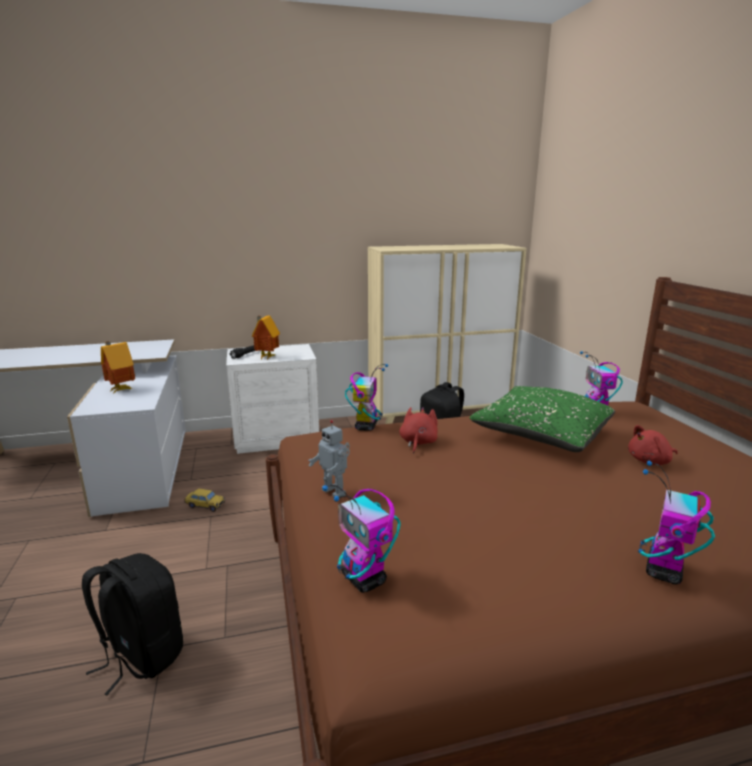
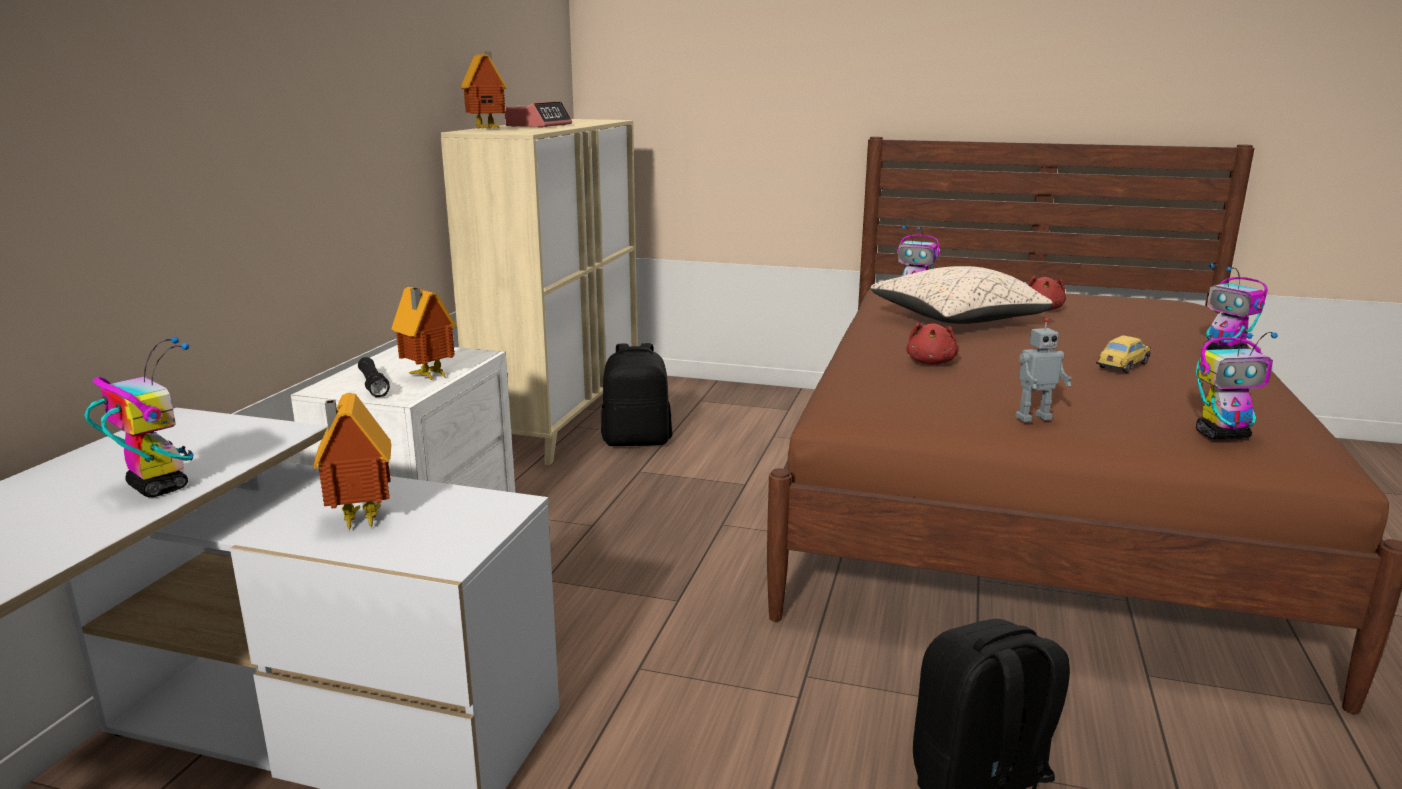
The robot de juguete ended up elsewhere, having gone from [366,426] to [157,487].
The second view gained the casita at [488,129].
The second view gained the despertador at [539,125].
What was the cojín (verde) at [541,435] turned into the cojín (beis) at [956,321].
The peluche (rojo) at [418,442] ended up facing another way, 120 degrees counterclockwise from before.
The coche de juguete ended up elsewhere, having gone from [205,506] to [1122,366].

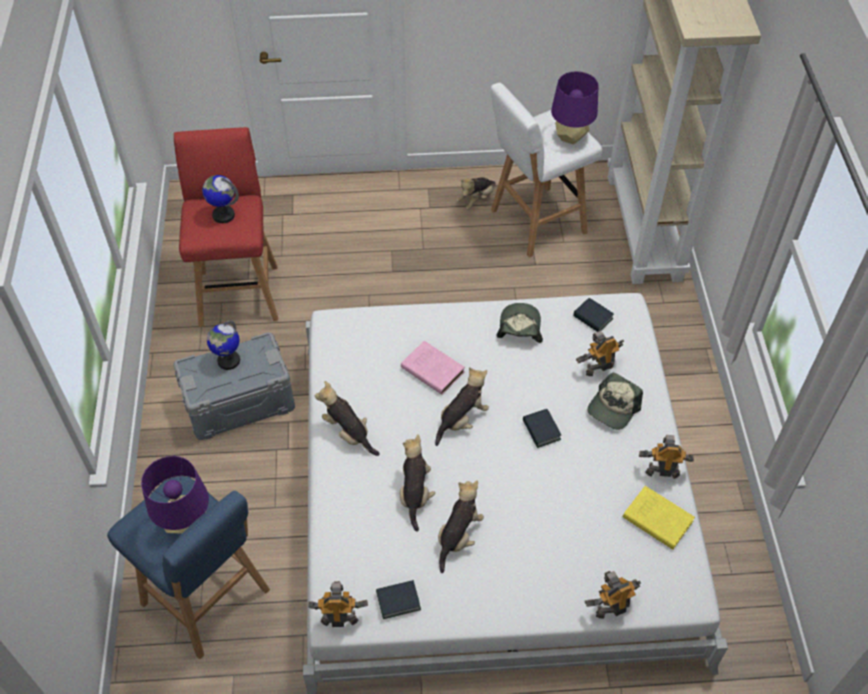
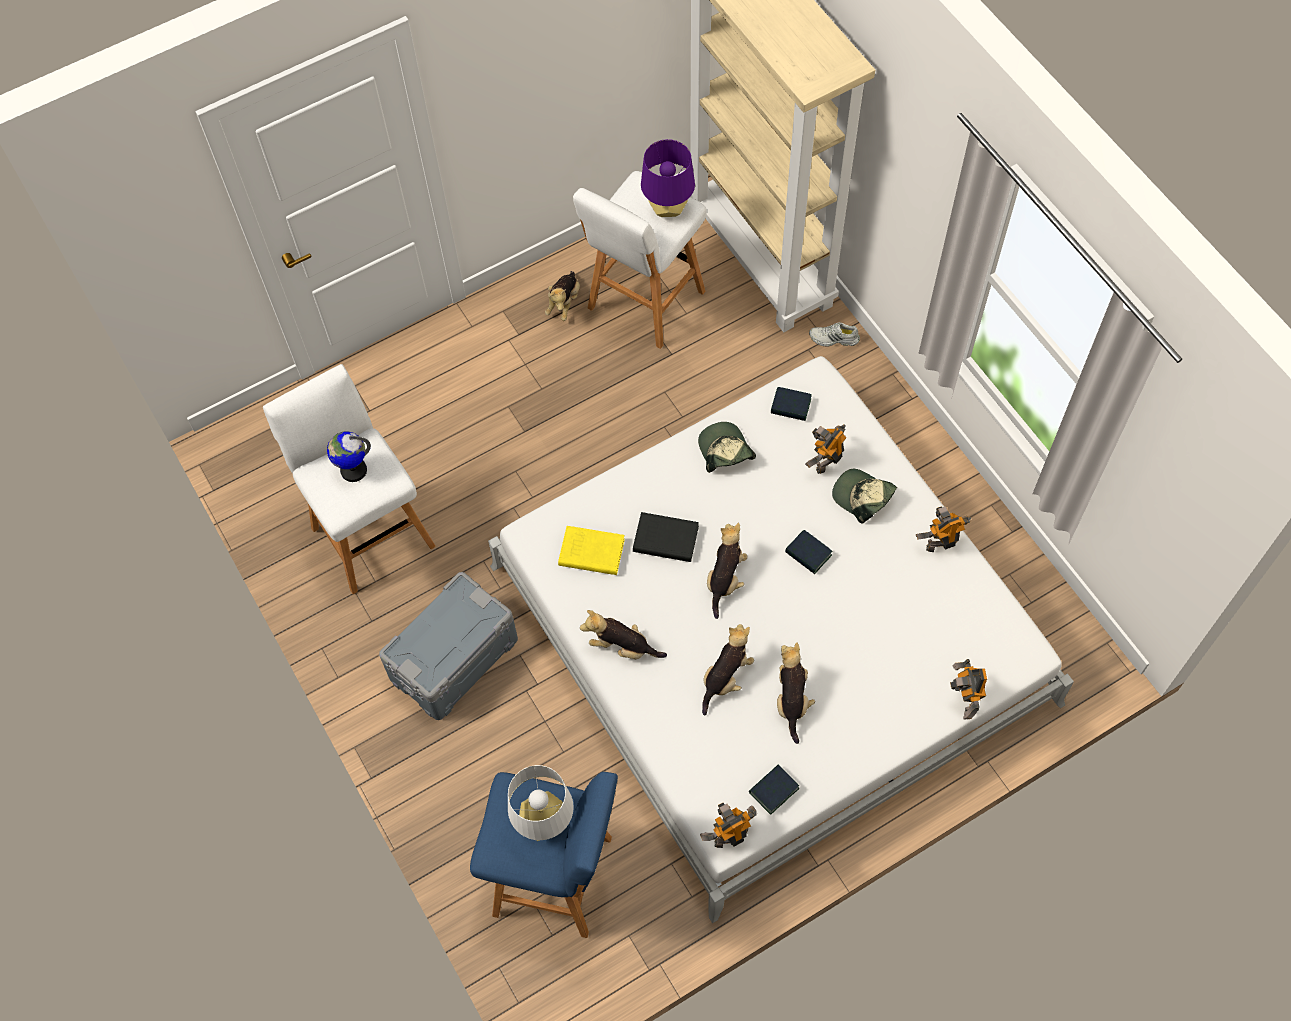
What was the taburete (rojo) at [239,292] turned into the taburete (blanco) at [371,533].
What was the lámpara de mesa (morado) at [186,523] turned into the lámpara de mesa (blanco) at [544,821].
The libro (amarillo) ended up elsewhere, having gone from [656,518] to [589,552].
What was the libro (rosa) at [431,369] turned into the libro (negro) at [664,539].
The peluche at [415,493] ended up facing another way, 60 degrees clockwise from before.
The second view gained the zapato (blanco) at [833,339].
The gorra at [613,408] ended up facing another way, 120 degrees clockwise from before.
The robot de juguete at [610,608] ended up facing another way, 45 degrees counterclockwise from before.
The second view lost the globo terráqueo at [228,361].

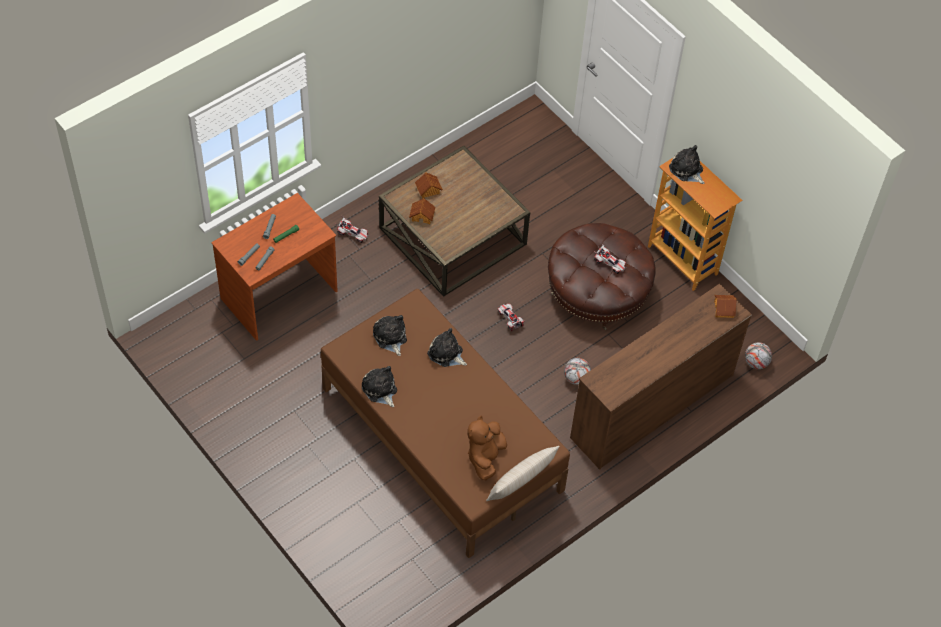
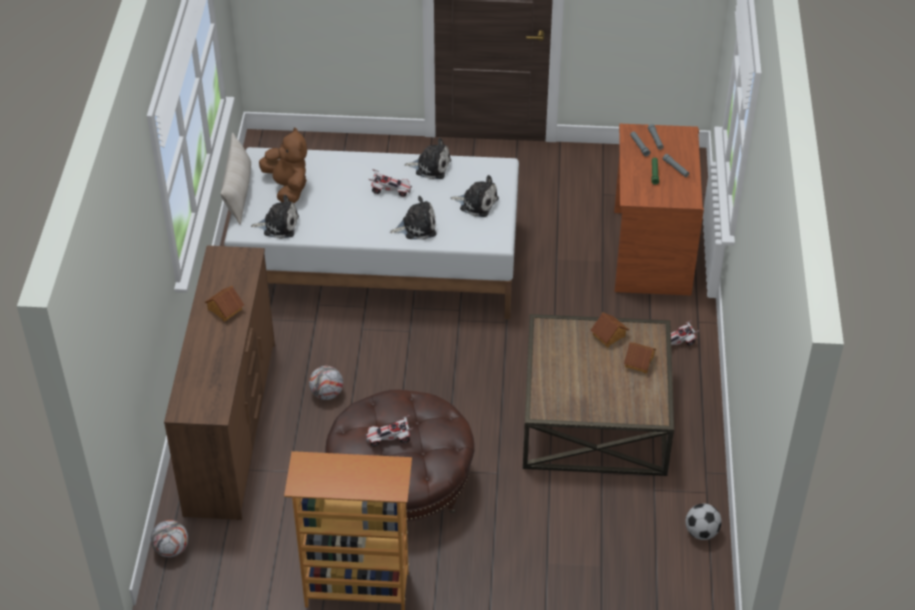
The casita ended up elsewhere, having gone from [724,309] to [224,309].
What was the cama (marrón) at [441,440] turned into the cama (blanco) at [377,262].
The peluche ended up elsewhere, having gone from [687,170] to [278,225].
The coche de juguete ended up elsewhere, having gone from [510,319] to [390,190].
The second view gained the balón de fútbol at [701,532].

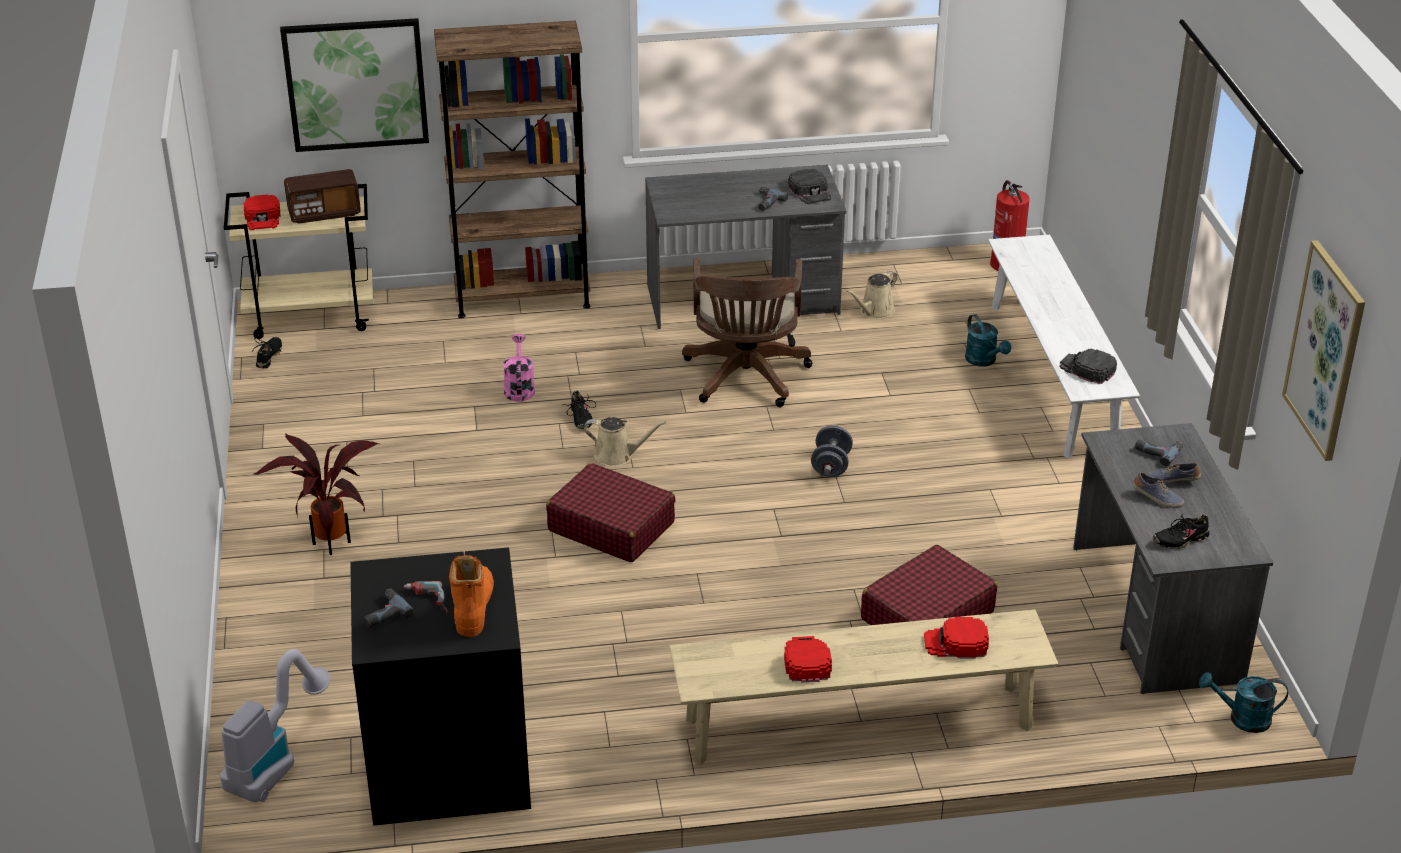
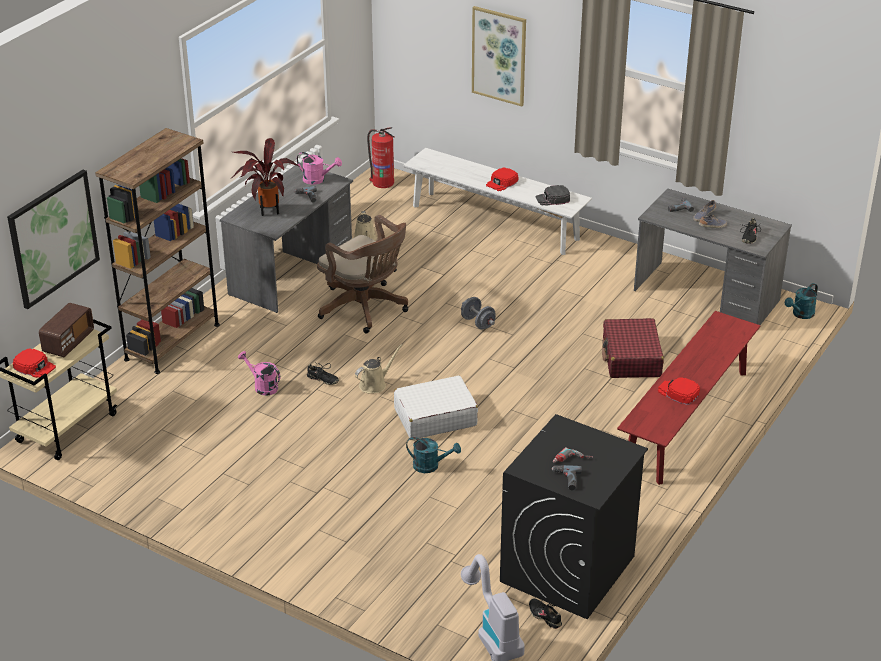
The planta en maceta ended up elsewhere, having gone from [330,540] to [267,210].
Where the gorra (negro) stood at [810,191], the regadera (rosa) came to stand at [318,180].
What was the maleta (rojo) at [611,526] turned into the maleta (blanco) at [435,417].
The regadera (turquesa) ended up elsewhere, having gone from [984,361] to [430,466].
The cuadro ended up elsewhere, having gone from [1326,350] to [499,55].
The gorra (rojo) ended up elsewhere, having gone from [956,643] to [502,182].
The zapato (negro) ended up elsewhere, having gone from [269,357] to [545,616].
What was the banco (beis) at [858,724] turned into the banco (rojo) at [686,420].
The second view lost the bota (naranja) at [473,607].

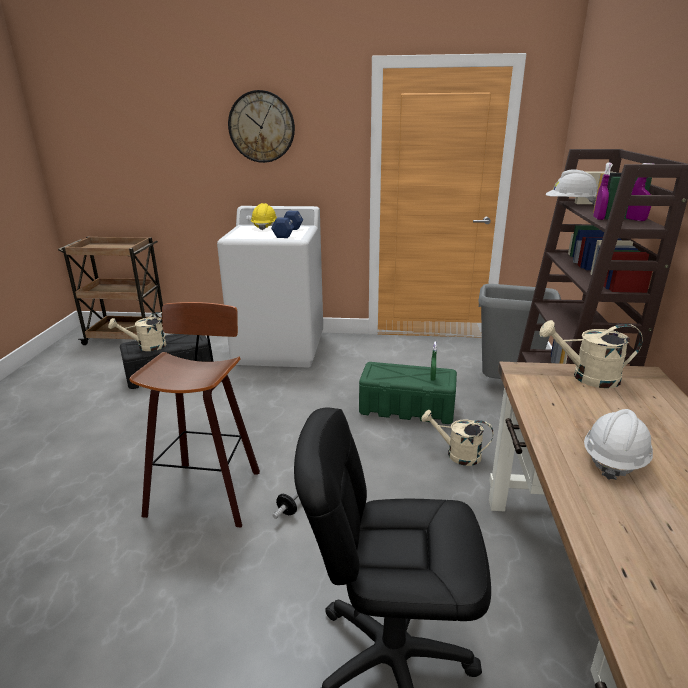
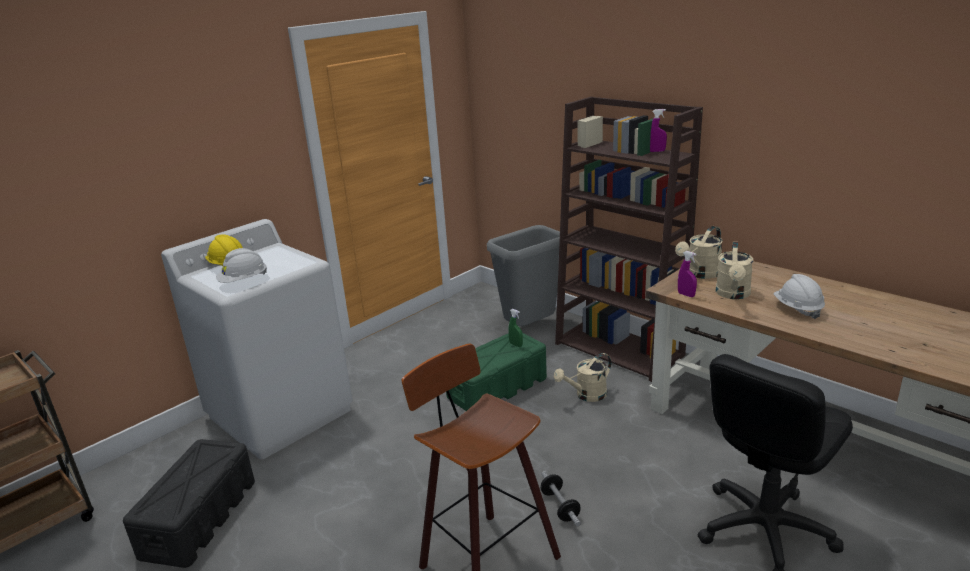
The casco (blanco) ended up elsewhere, having gone from [570,204] to [244,281].
The pulverizador (morado) ended up elsewhere, having gone from [598,218] to [686,295].
The regadera (beis) ended up elsewhere, having gone from [147,347] to [733,295].
The second view lost the reloj de pared at [261,127].
The second view lost the mancuerna (azul) at [288,232].

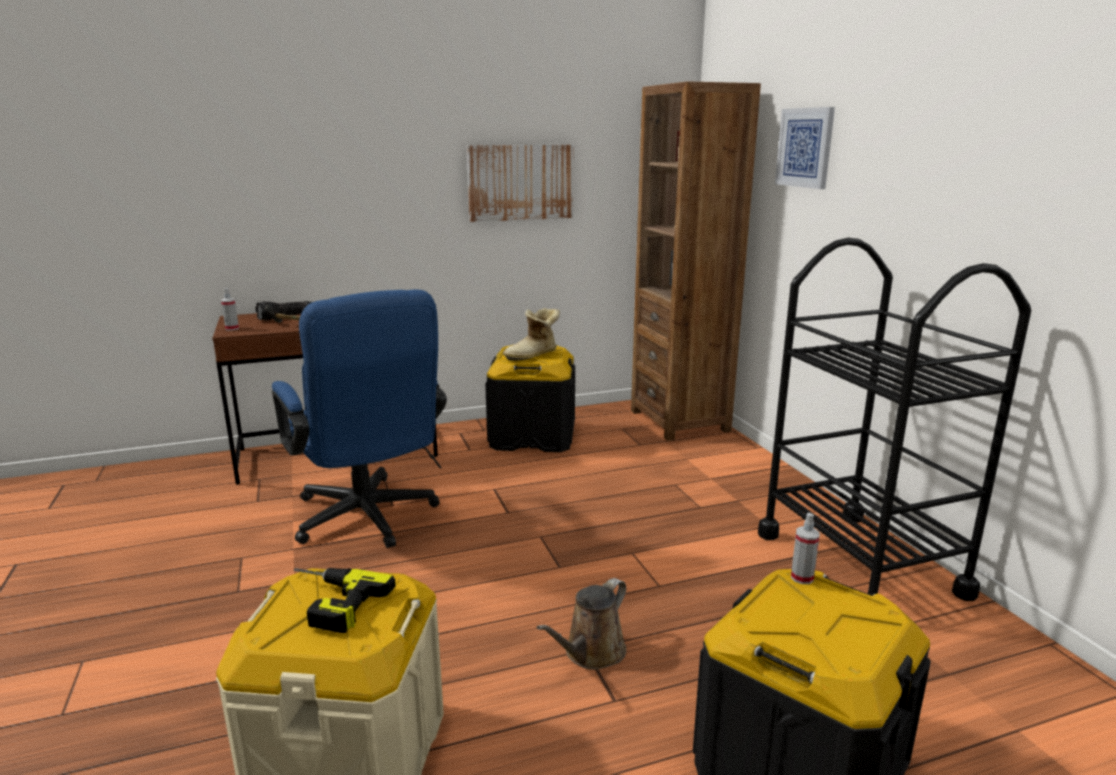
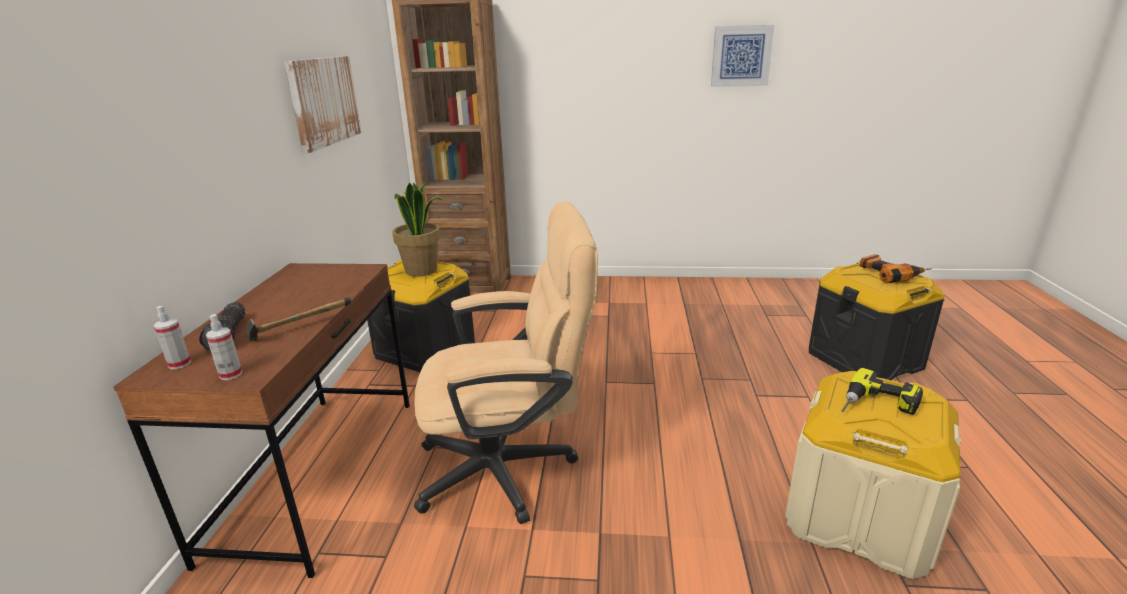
The pulverizador ended up elsewhere, having gone from [802,578] to [179,364].
Where the bota stood at [533,355], the planta en maceta came to stand at [422,270].
What was the silla de oficina (azul) at [369,520] turned into the silla de oficina (beis) at [511,468].
The cuadro ended up elsewhere, having gone from [805,147] to [741,56].
The second view gained the taladro at [889,274].
The second view lost the regadera (marrón) at [591,653].
The second view lost the carrito (negro) at [859,563].

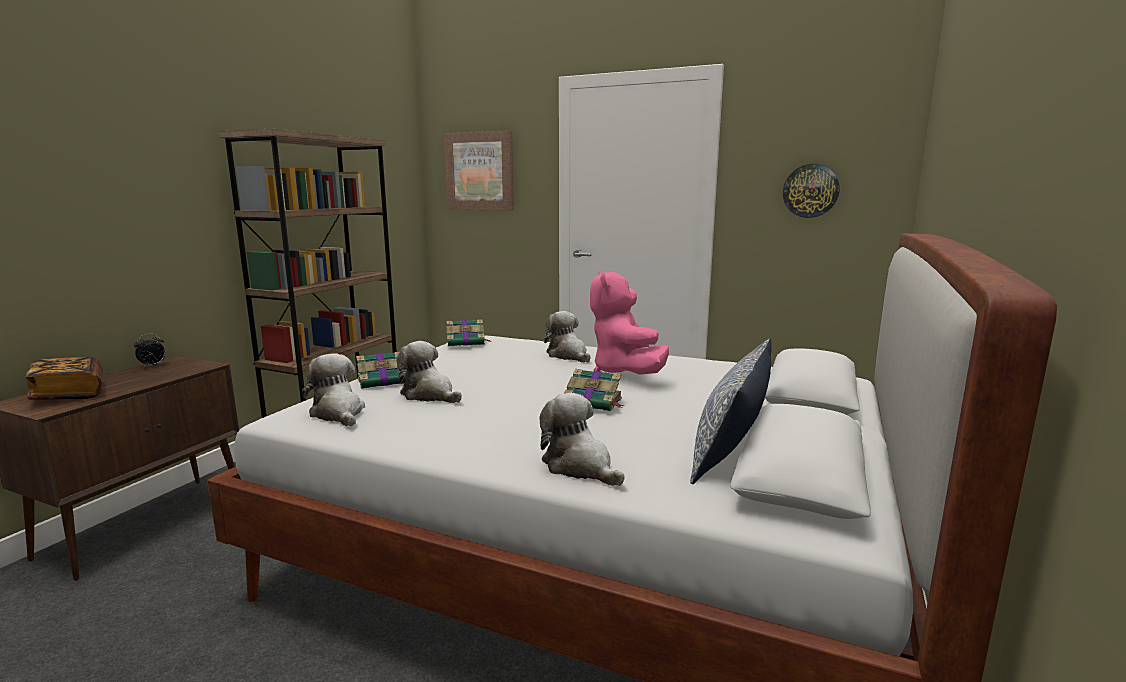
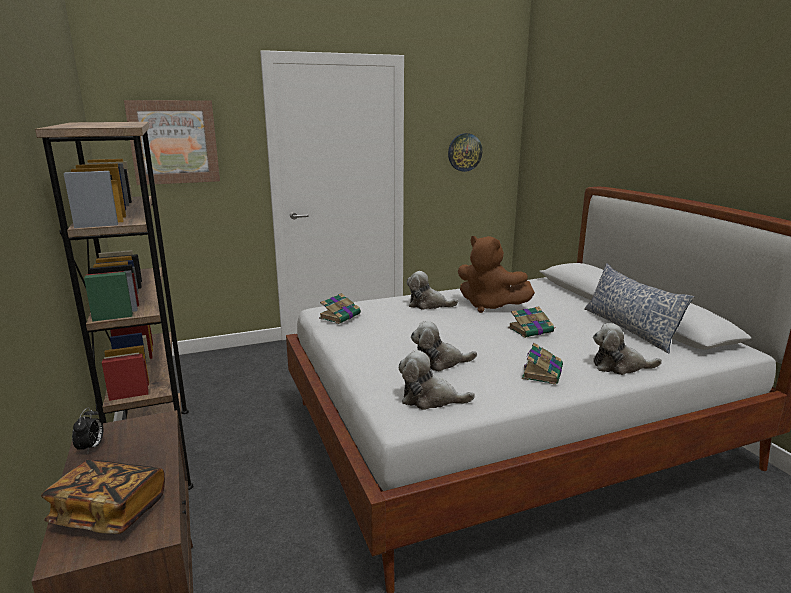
What was the peluche (rosa) at [625,372] turned into the peluche (marrón) at [489,306].
The libro ended up elsewhere, having gone from [384,381] to [542,372].

